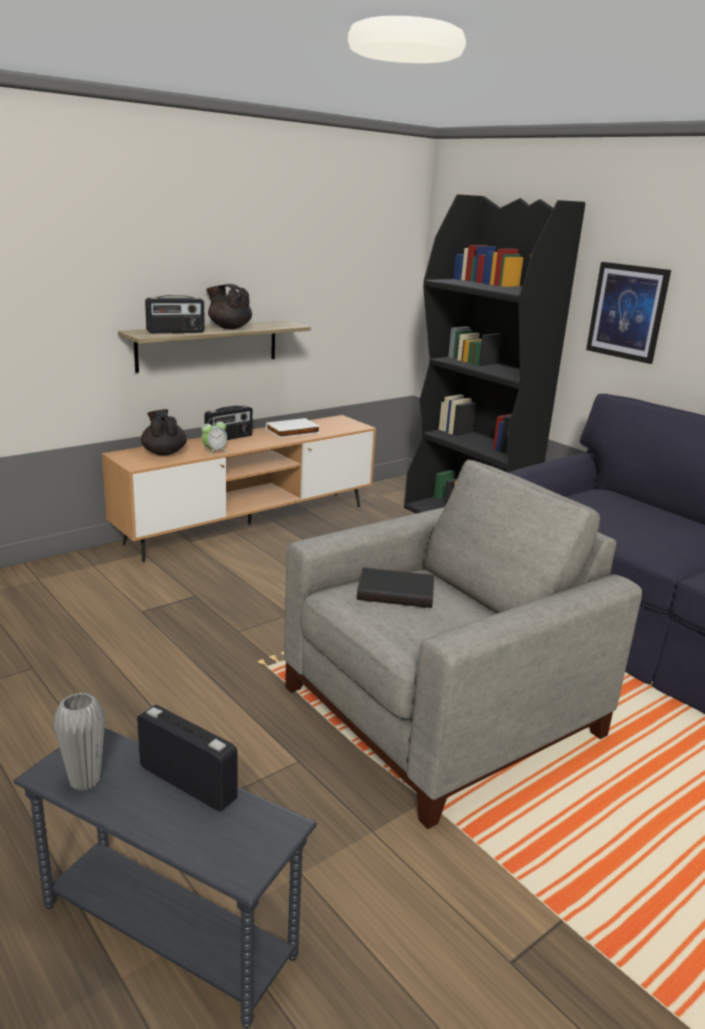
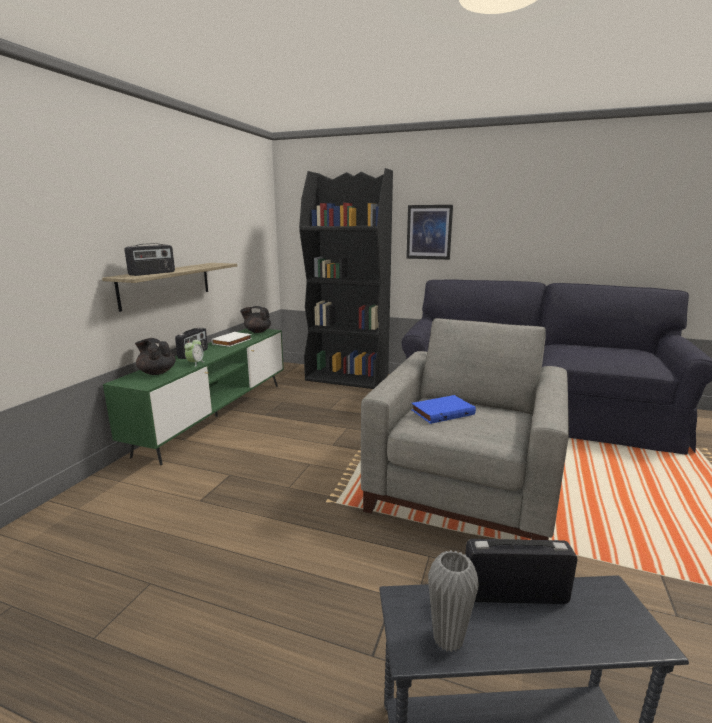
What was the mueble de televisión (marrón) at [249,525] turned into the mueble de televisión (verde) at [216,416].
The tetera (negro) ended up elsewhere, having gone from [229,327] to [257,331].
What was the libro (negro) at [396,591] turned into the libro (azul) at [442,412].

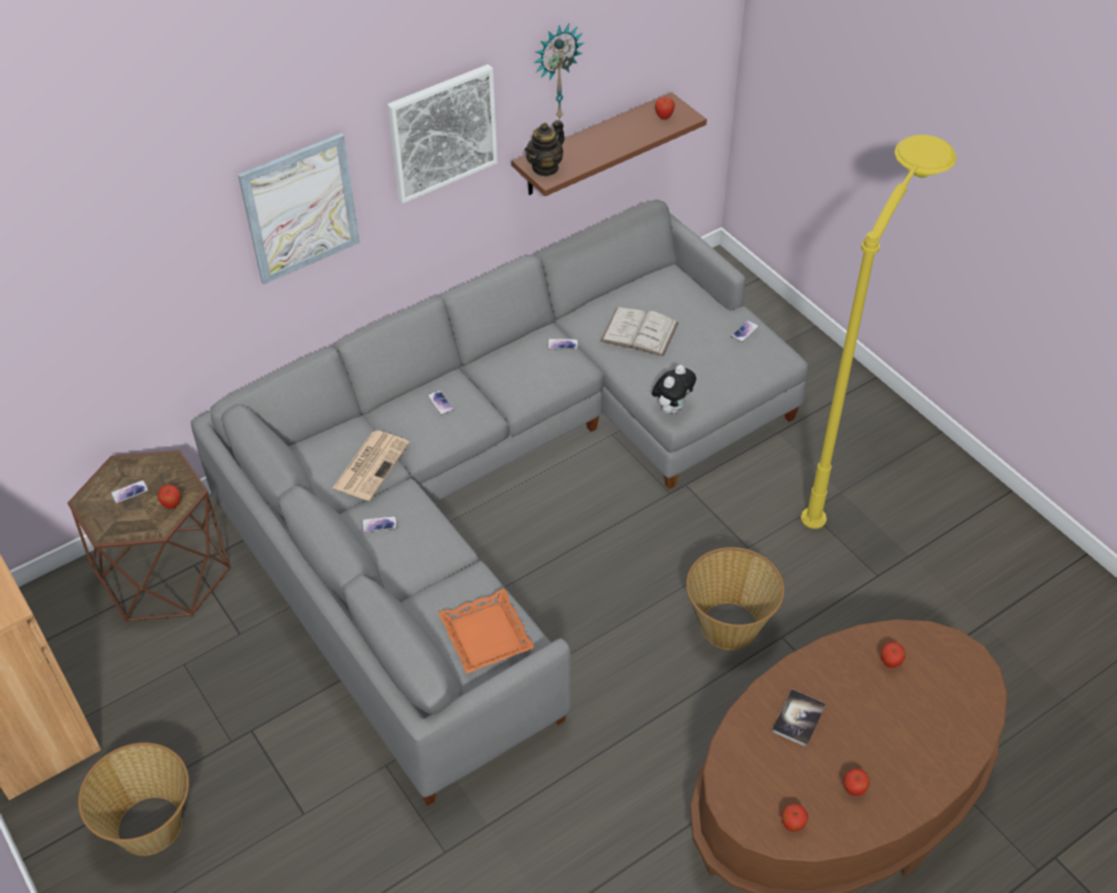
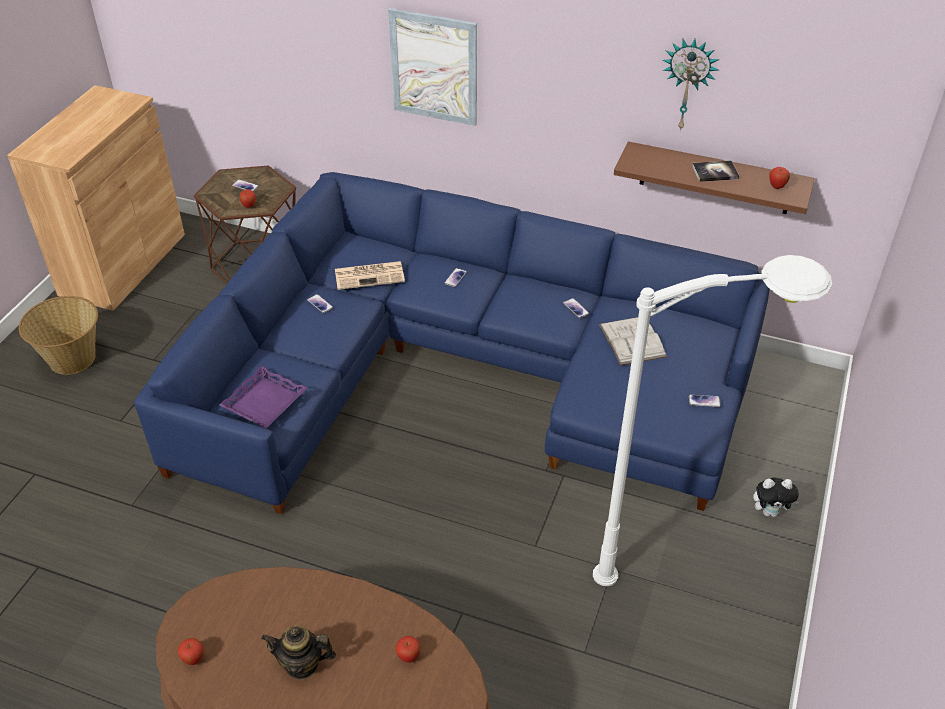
What was the sofá (gris) at [500,486] turned into the sofá (azul) at [463,373].
What was the bandeja (naranja) at [485,636] turned into the bandeja (morado) at [264,402].
The tetera ended up elsewhere, having gone from [545,168] to [302,665].
What was the lámpara de pie (amarillo) at [845,467] turned into the lámpara de pie (blanco) at [685,572].
The libro ended up elsewhere, having gone from [798,718] to [715,172].
The peluche ended up elsewhere, having gone from [672,407] to [770,512].
The second view lost the cuadro at [442,132].
The second view lost the cesta at [729,625].
The second view lost the manzana at [853,790].

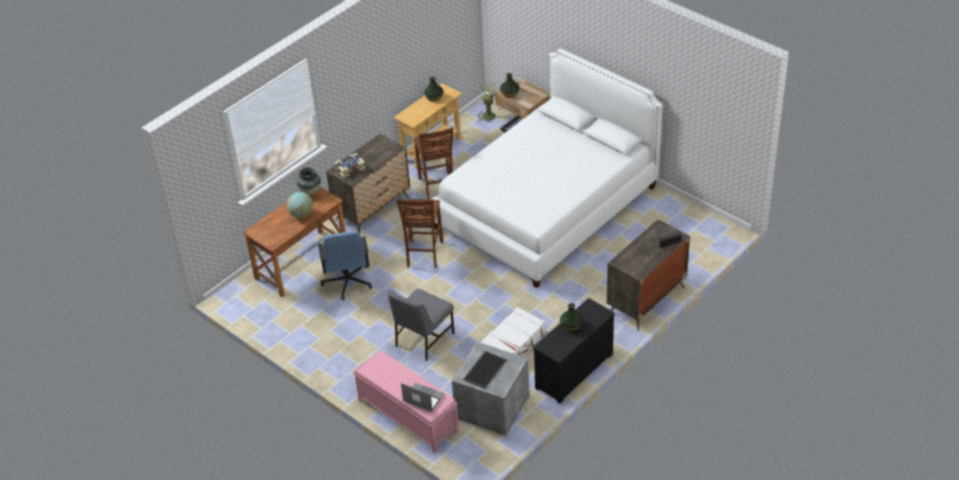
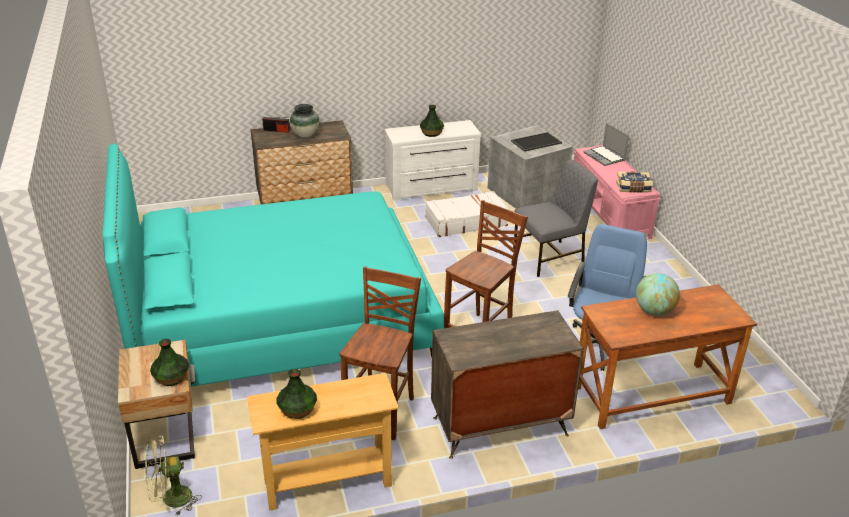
What was the cama (blanco) at [547,207] turned into the cama (turquesa) at [280,320].
The florero ended up elsewhere, having gone from [310,191] to [305,136].
What was the cómoda (negro) at [572,370] turned into the cómoda (blanco) at [432,189].
The libro ended up elsewhere, having gone from [350,168] to [633,188].

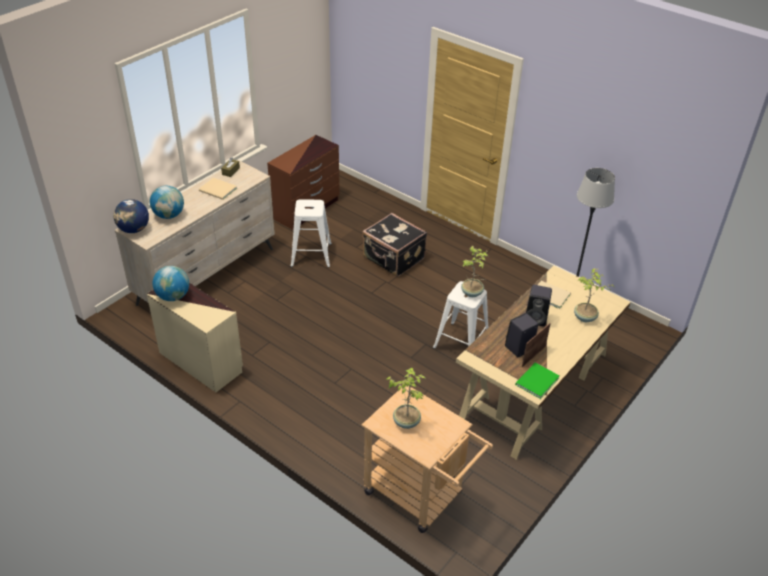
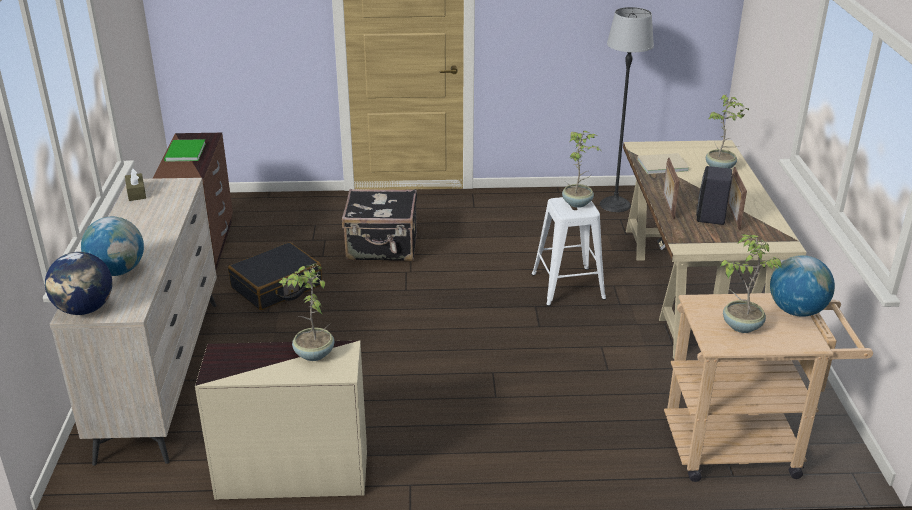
The libro (verde) ended up elsewhere, having gone from [535,381] to [184,152].
Where the taburete (blanco) stood at [312,254], the maleta (negro) came to stand at [277,287].
The second view gained the planta en maceta at [313,354].
The second view gained the portarretratos at [668,206].
The globo terráqueo ended up elsewhere, having gone from [173,296] to [796,311].
The second view lost the libro (beis) at [218,190].
The second view lost the altavoz (negro) at [536,318].

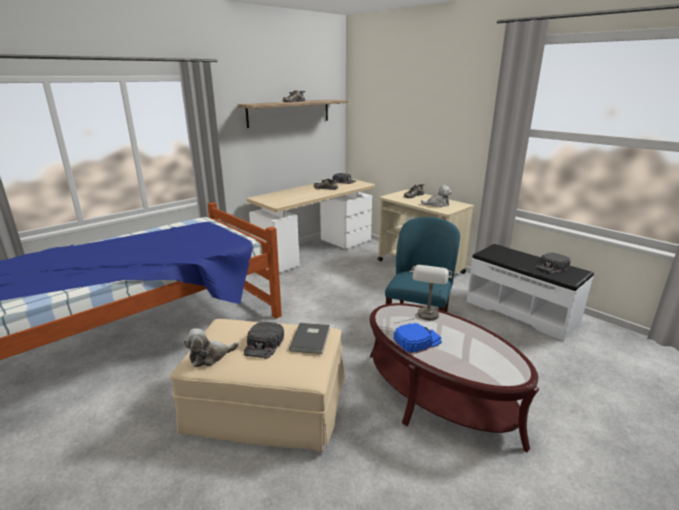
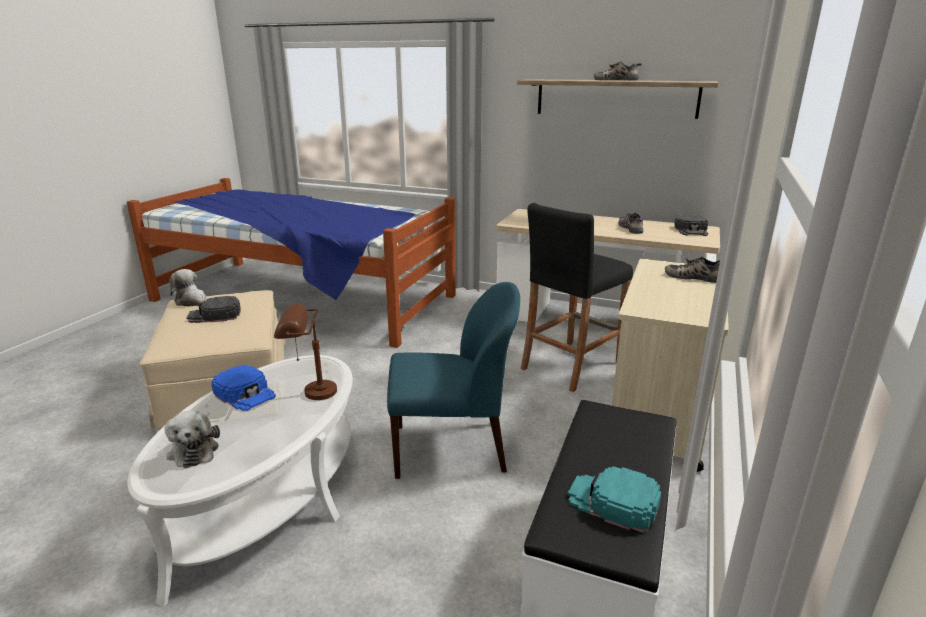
What was the mesa de centro (marrón) at [438,396] turned into the mesa de centro (blanco) at [268,498].
The peluche ended up elsewhere, having gone from [437,204] to [193,450].
What was the lámpara de mesa (gris) at [427,318] turned into the lámpara de mesa (marrón) at [309,393].
The second view gained the taburete (negro) at [571,365].
What was the gorra (negro) at [551,266] turned into the gorra (turquesa) at [613,502].
The second view lost the libro (gris) at [311,339].

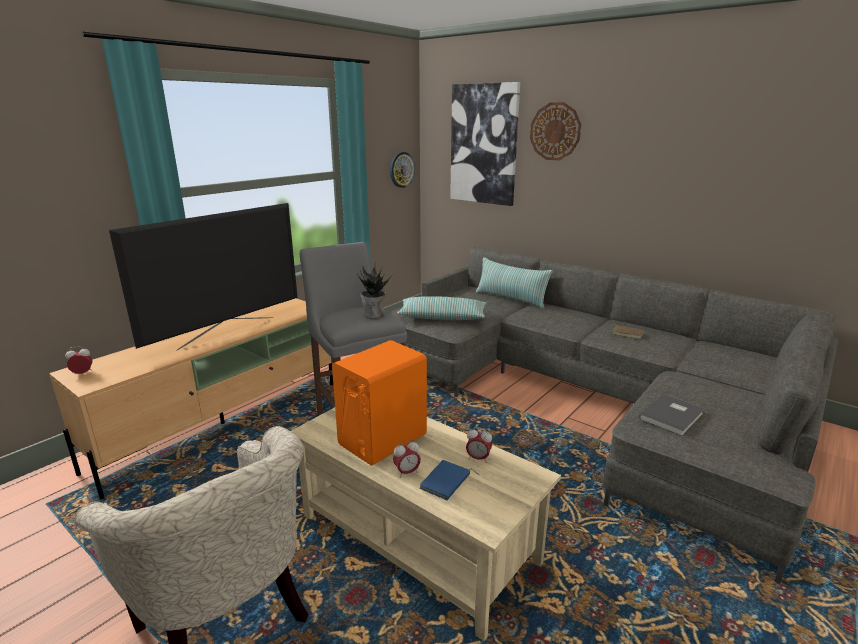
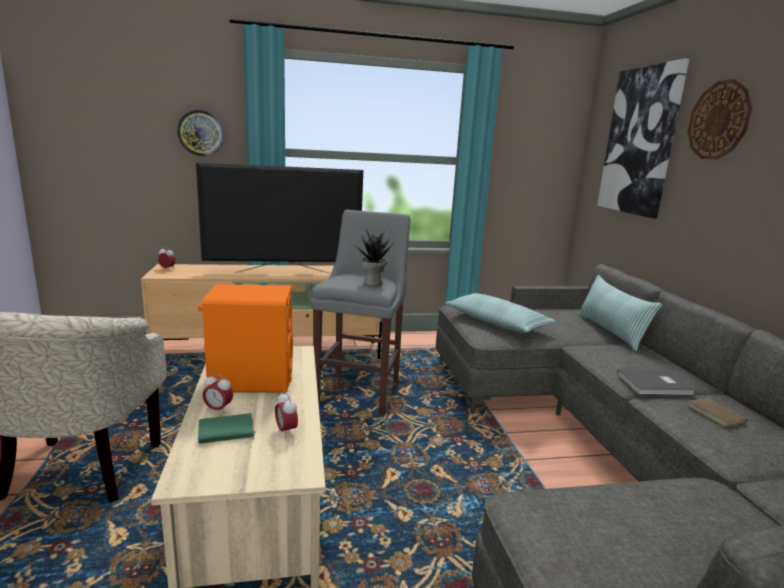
The reloj de pared ended up elsewhere, having gone from [401,169] to [201,133].
What was the libro (azul) at [446,483] turned into the libro (verde) at [226,433].
The libro (gris) ended up elsewhere, having gone from [673,416] to [656,385].

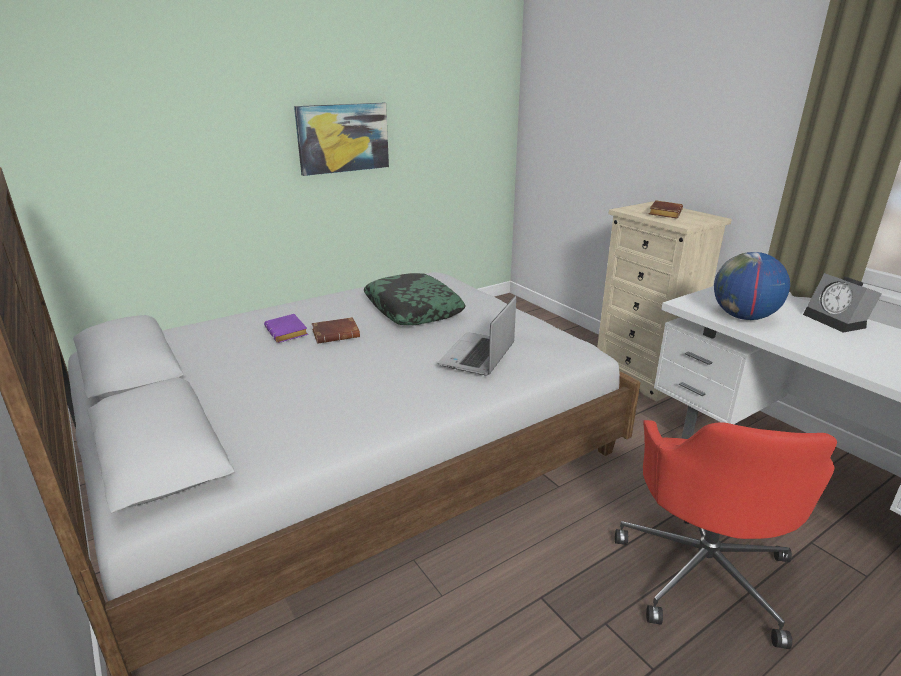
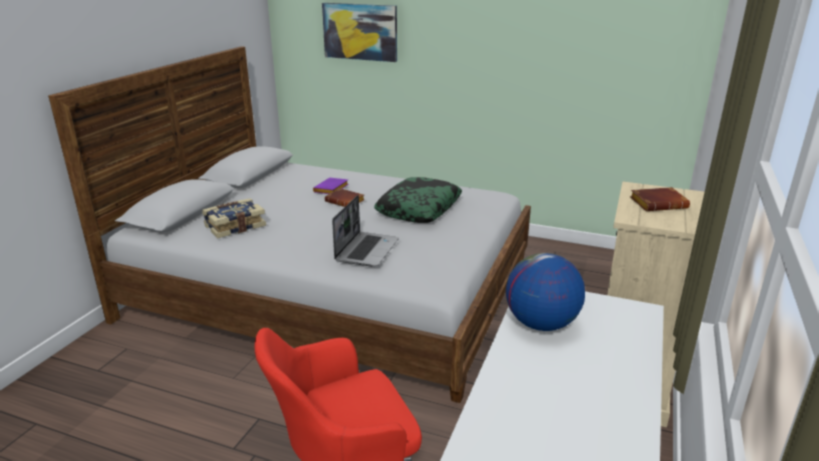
The second view gained the libro at [234,226].
The cuadro ended up elsewhere, having gone from [343,138] to [360,32].
The portátil at [478,356] ended up facing another way, 120 degrees clockwise from before.
The second view lost the despertador at [837,321].

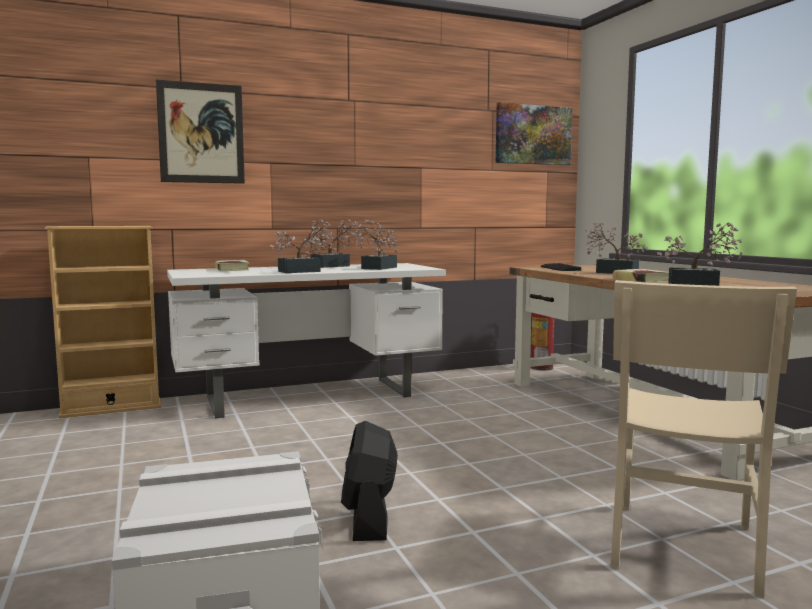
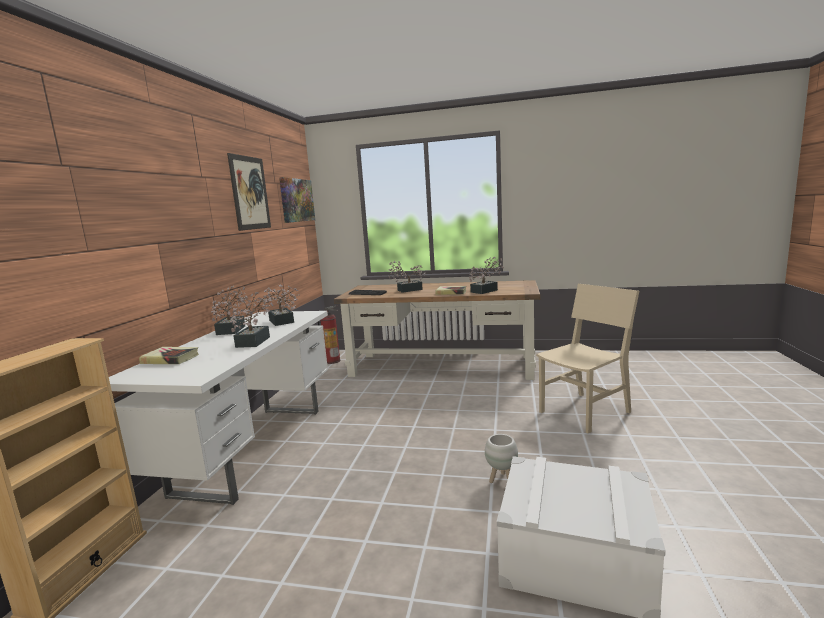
The cuadro ended up elsewhere, having gone from [201,133] to [250,193].
Where the ventilador (negro) stood at [369,518], the maceta (blanco) came to stand at [502,480].
The silla (beis) at [683,545] ended up facing another way, 90 degrees counterclockwise from before.

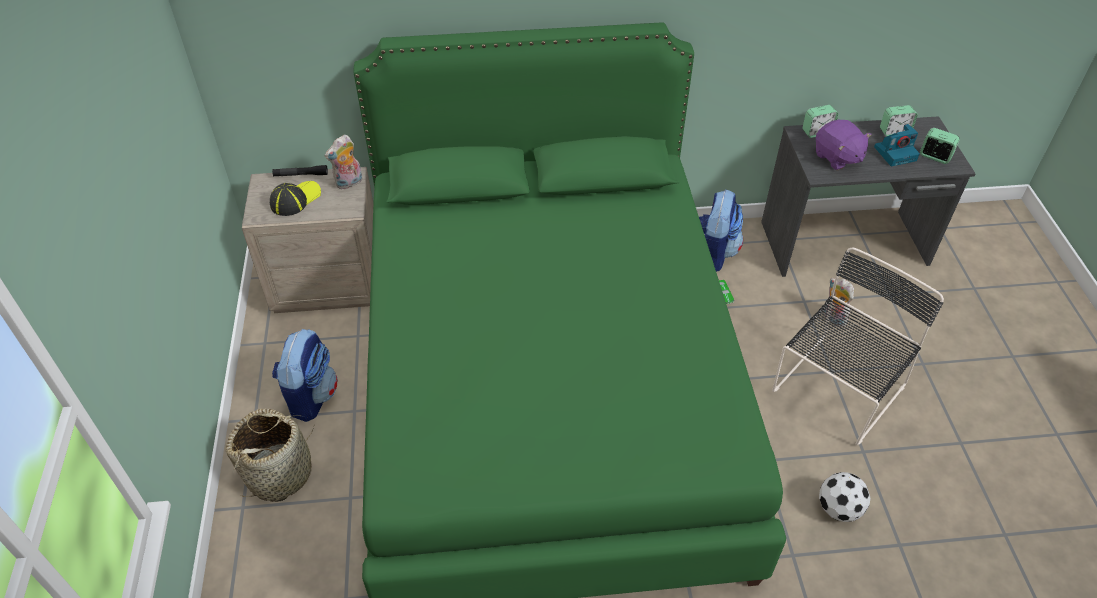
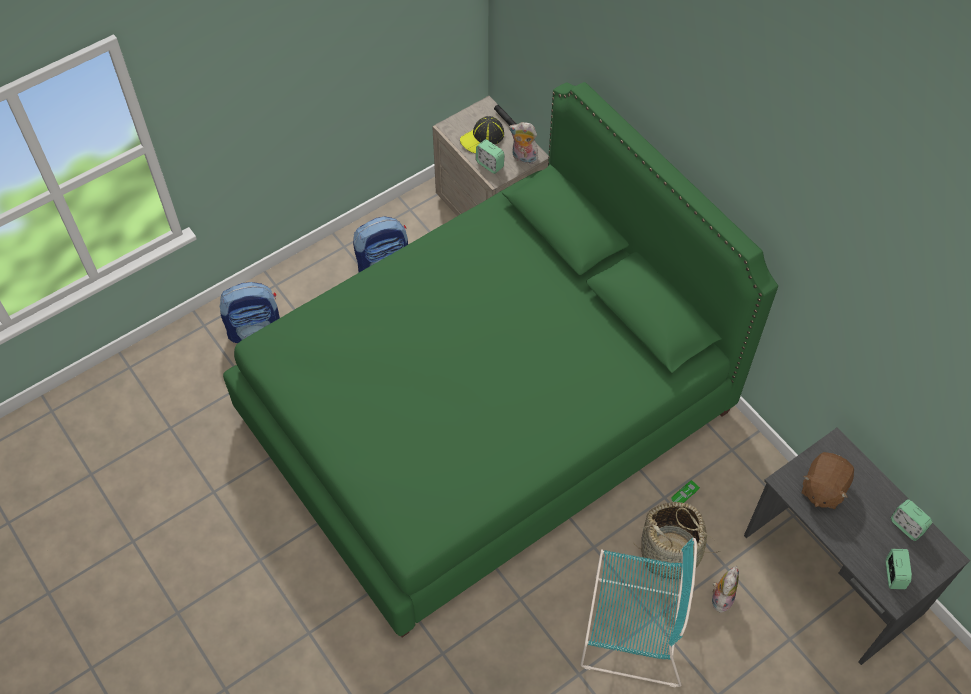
The mochila ended up elsewhere, having gone from [712,253] to [256,330].
The gorra at [295,199] ended up facing another way, 135 degrees clockwise from before.
The despertador ended up elsewhere, having gone from [817,132] to [490,164].
What was the silla (negro) at [836,391] turned into the silla (turquesa) at [632,630].
The cesta ended up elsewhere, having gone from [280,473] to [671,553].
What was the peluche (morado) at [837,157] turned into the peluche (marrón) at [823,488].
The second view lost the balón de fútbol at [839,509].
The second view lost the cámara at [895,153].

